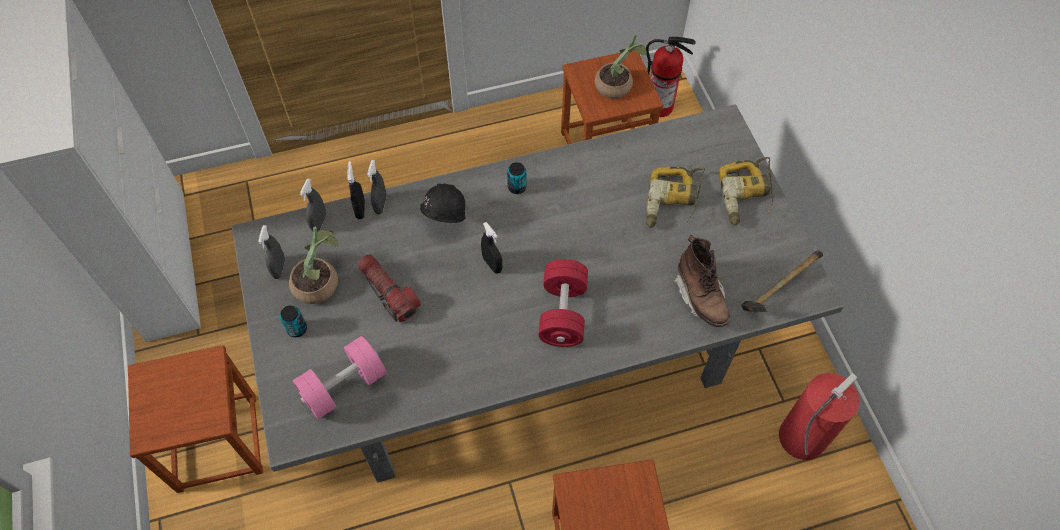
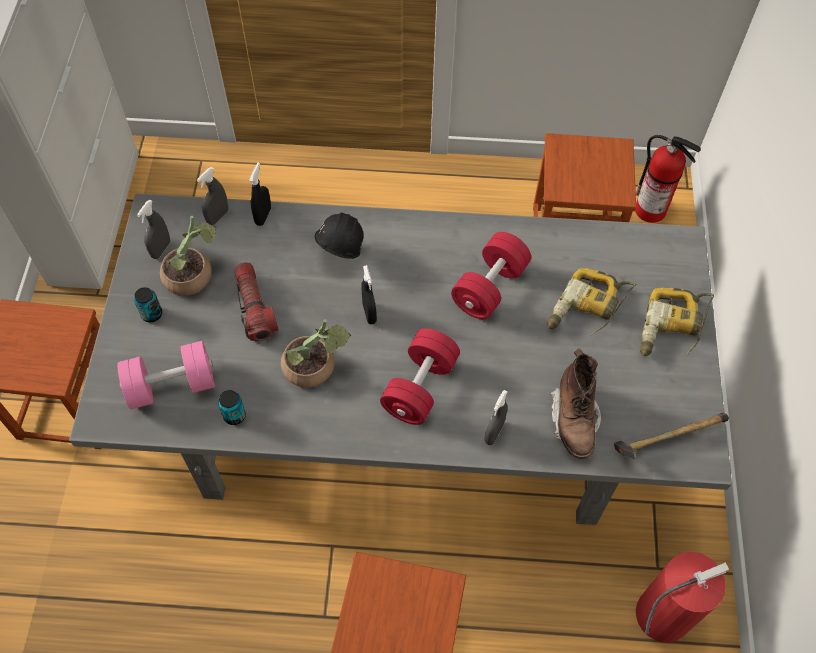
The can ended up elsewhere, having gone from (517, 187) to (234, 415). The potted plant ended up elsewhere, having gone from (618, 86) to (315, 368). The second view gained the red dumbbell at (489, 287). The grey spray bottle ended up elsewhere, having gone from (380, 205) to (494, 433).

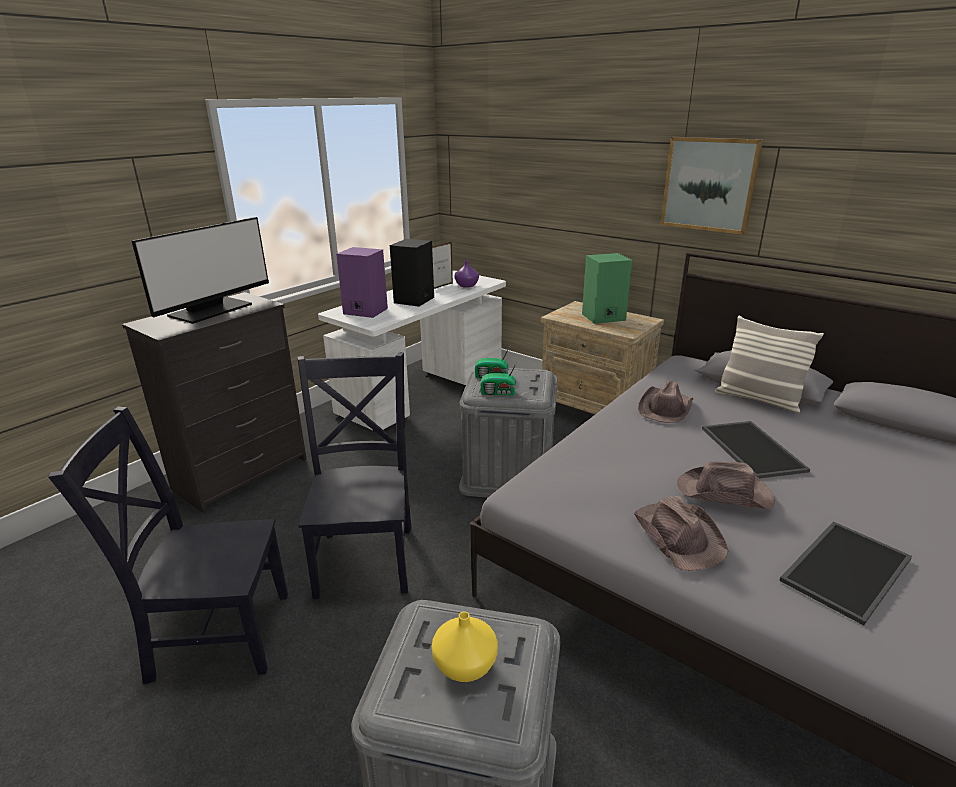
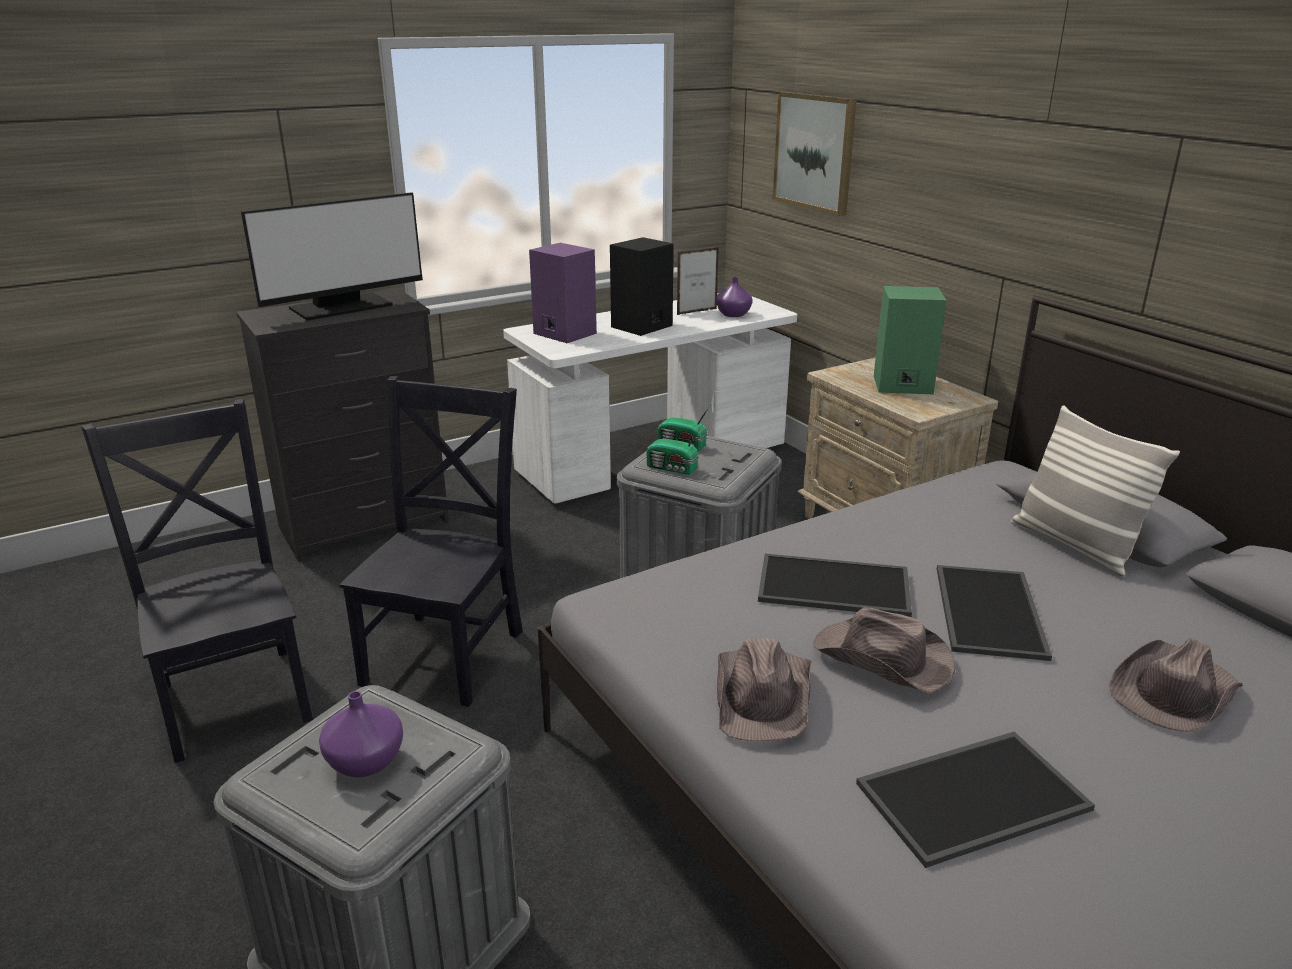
The black chair at (214, 635) ended up facing another way, 45 degrees clockwise from before. What was the yellow vase at (464, 666) turned into the purple vase at (363, 762). The second view gained the tray at (832, 587). The picture ended up elsewhere, having gone from (709, 184) to (815, 152). The brown hat ended up elsewhere, having gone from (665, 408) to (1173, 692).

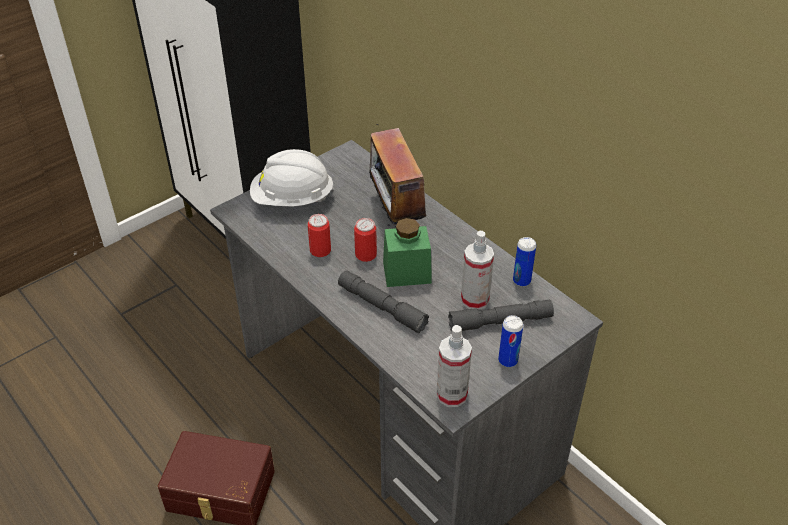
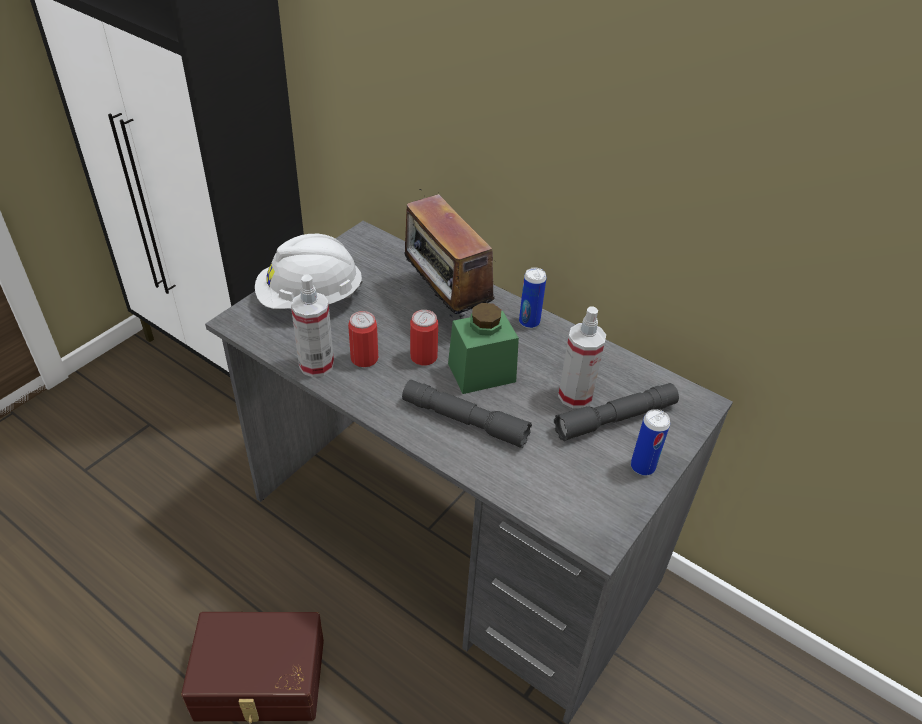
The spray bottle ended up elsewhere, having gone from (452, 395) to (316, 365). The can ended up elsewhere, having gone from (521, 281) to (529, 322).

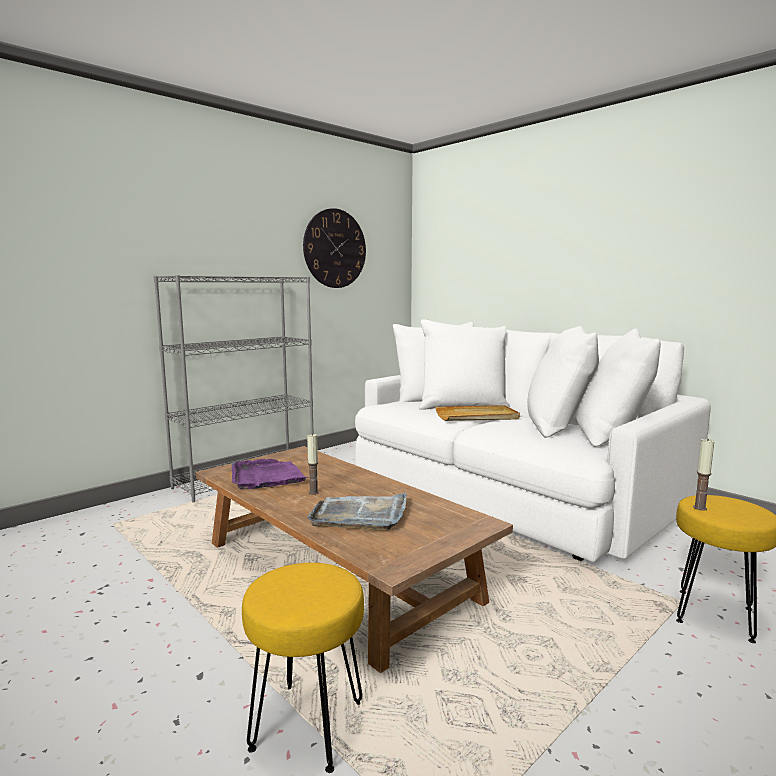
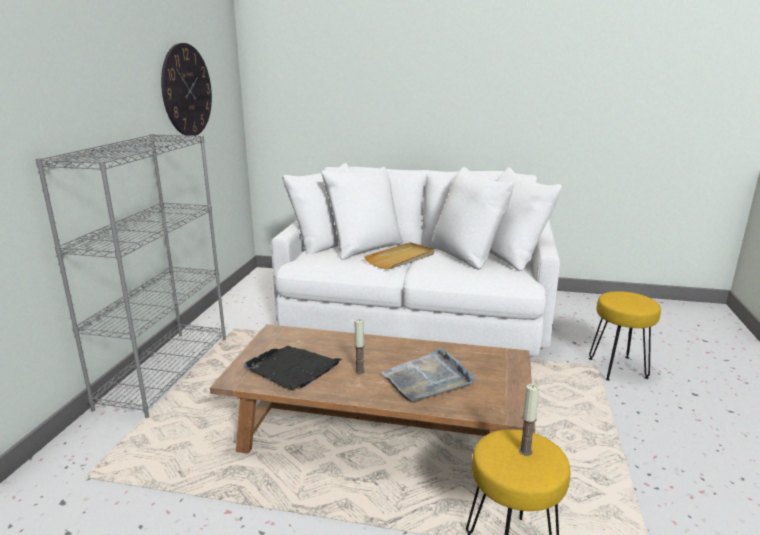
What was the purple tray at (267, 477) turned into the black tray at (292, 369). The candle ended up elsewhere, having gone from (699, 508) to (525, 451).

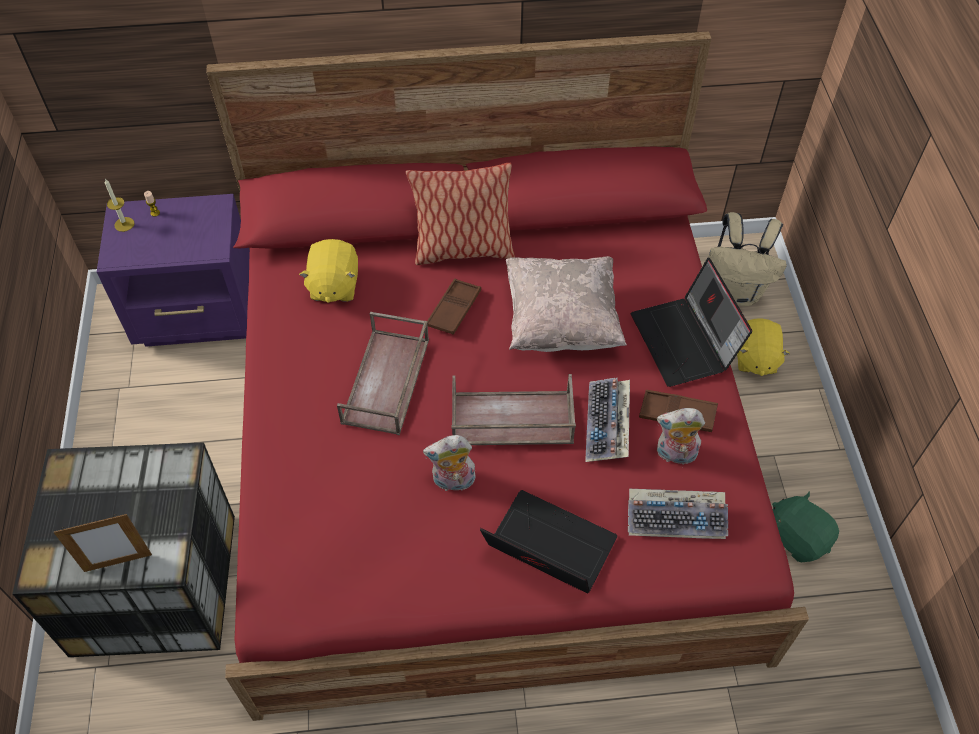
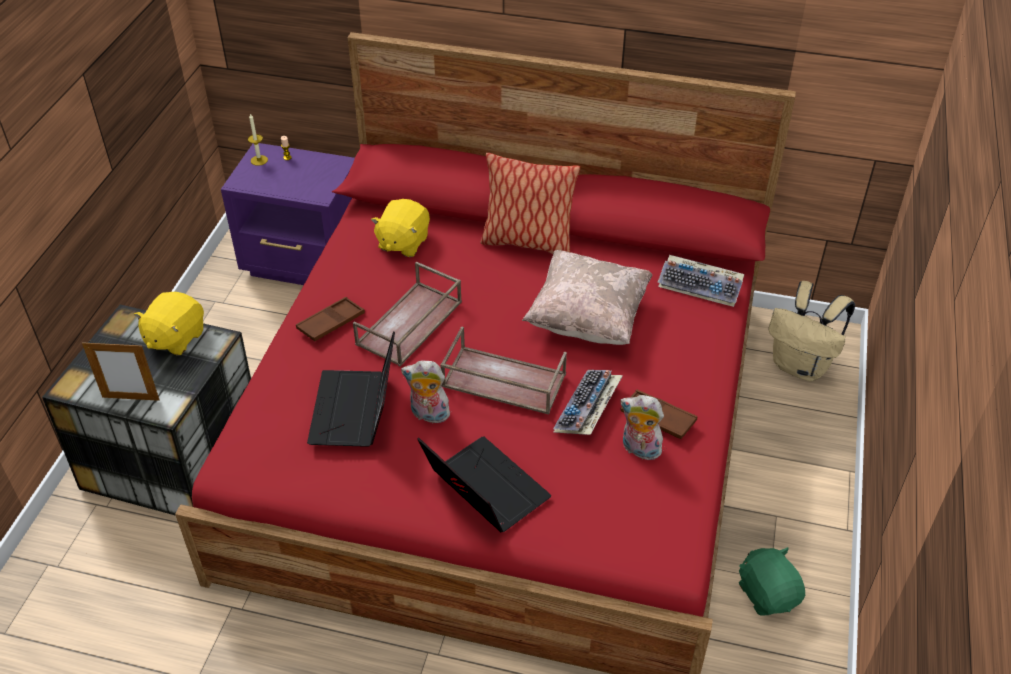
The yellow plush toy ended up elsewhere, having gone from (755, 358) to (175, 338). The brown tray ended up elsewhere, having gone from (454, 310) to (331, 323). The laptop ended up elsewhere, having gone from (685, 342) to (355, 411). The keyboard ended up elsewhere, having gone from (677, 517) to (701, 286).

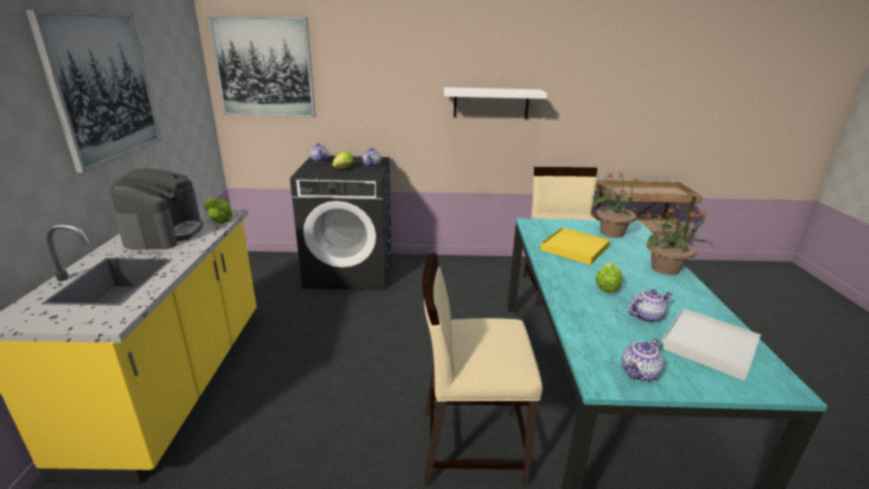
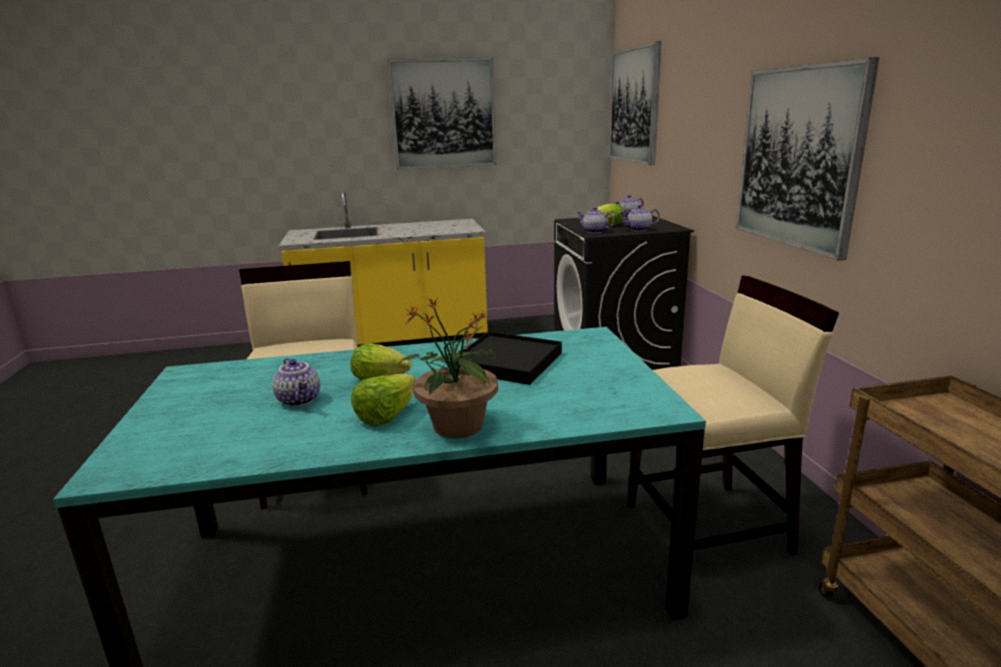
The lettuce ended up elsewhere, having gone from (217, 220) to (386, 416). What was the yellow tray at (574, 248) turned into the black tray at (507, 362). The teapot ended up elsewhere, having gone from (639, 374) to (594, 232). Where the white shelf hung at (491, 103), the picture came to hang at (798, 157). The second view lost the coffee machine at (164, 232). The second view lost the potted plant at (611, 232). The second view lost the white tray at (709, 345).

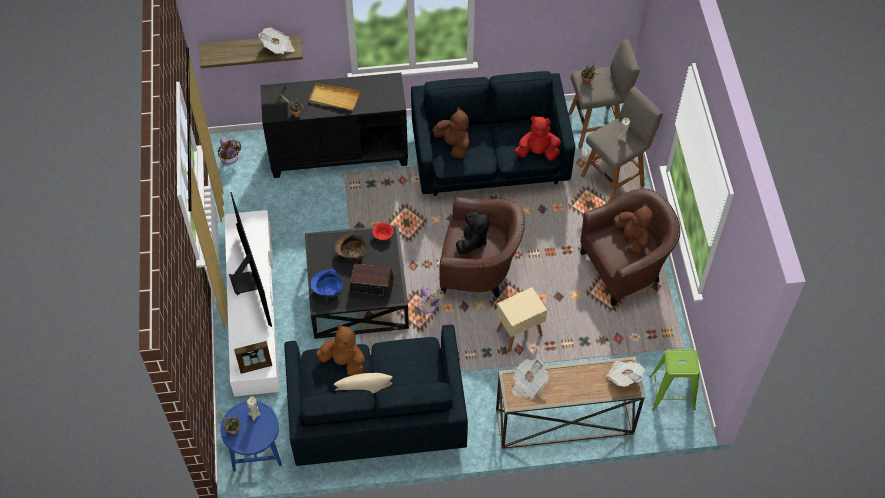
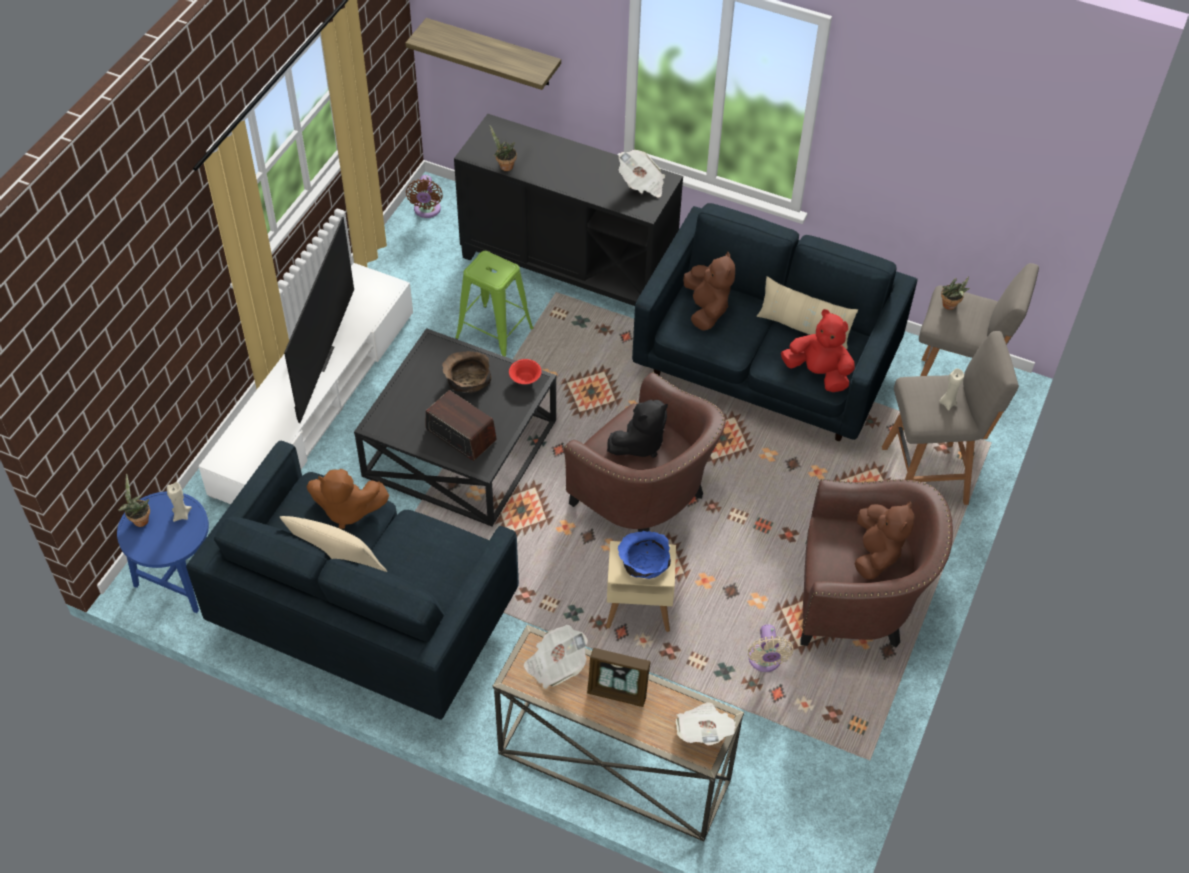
The brown plush toy at (343, 361) ended up facing another way, 135 degrees clockwise from before. The green stool ended up elsewhere, having gone from (671, 392) to (494, 333). The picture frame ended up elsewhere, having gone from (255, 365) to (617, 692). The blue bowl ended up elsewhere, having gone from (327, 289) to (643, 563). The newspaper ended up elsewhere, having gone from (278, 47) to (642, 184). The beige fan ended up elsewhere, having gone from (429, 307) to (765, 662). The second view gained the beige pillow at (803, 328). The second view lost the beige tray at (334, 98).

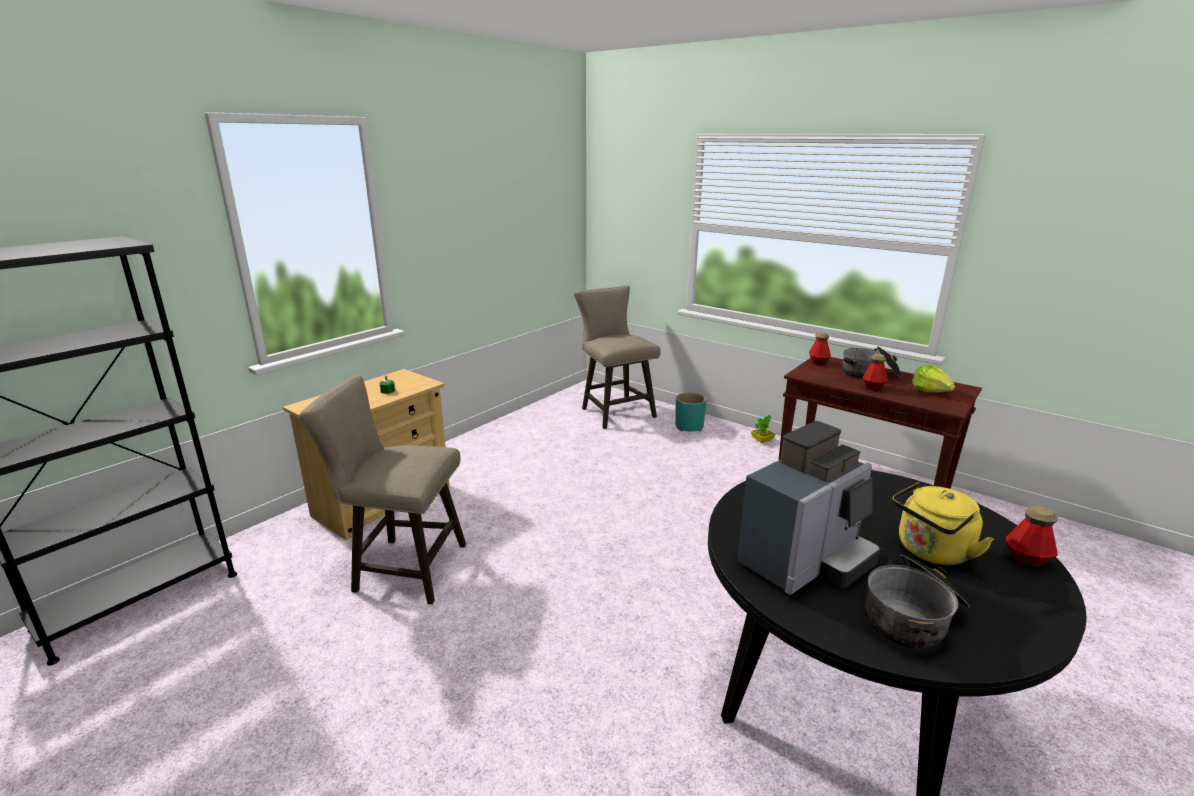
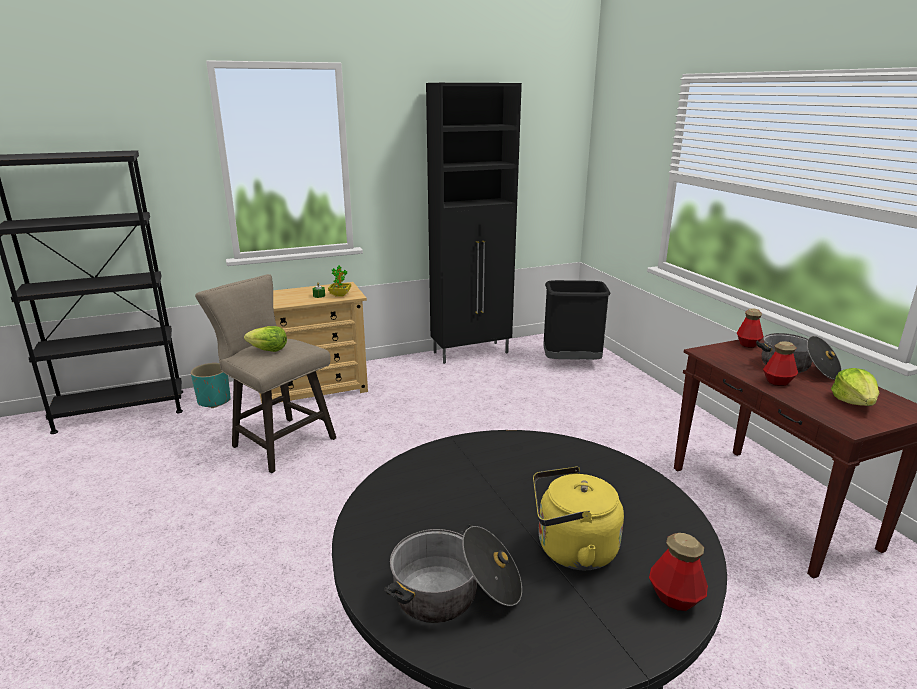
The turquoise planter ended up elsewhere, having gone from (689, 427) to (214, 401). The second view gained the lettuce at (268, 350). The potted plant ended up elsewhere, having gone from (762, 440) to (340, 295). The second view gained the black cabinet at (472, 352). Where the beige stool stood at (614, 411), the black trash can came to stand at (571, 362). The second view lost the coffee machine at (806, 561).

